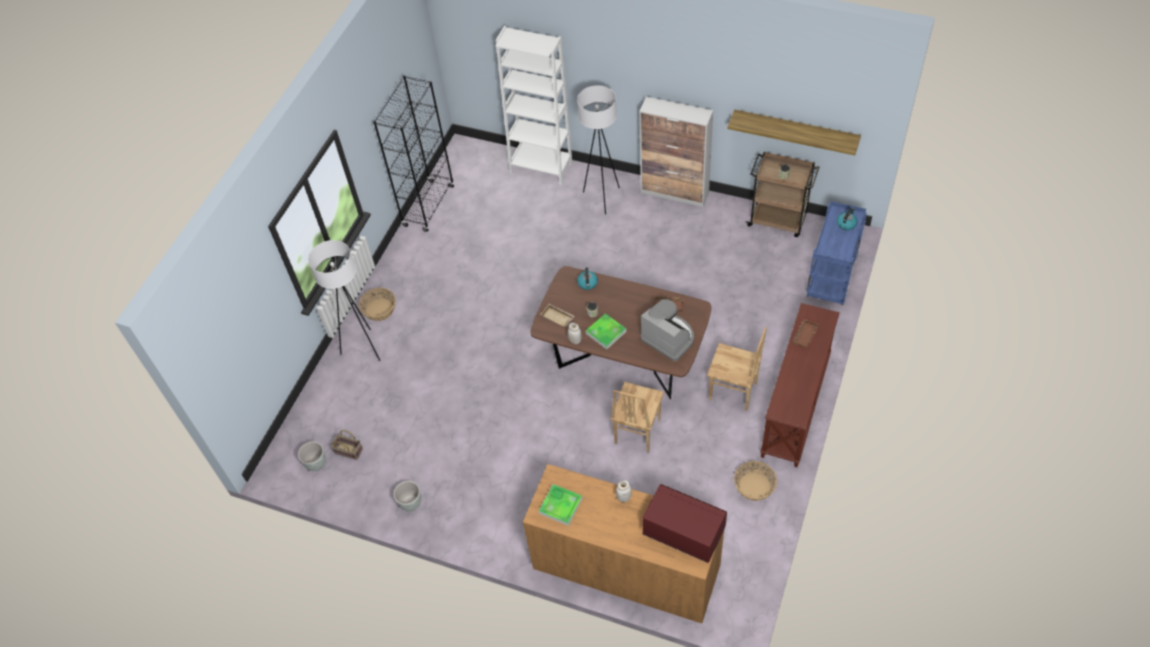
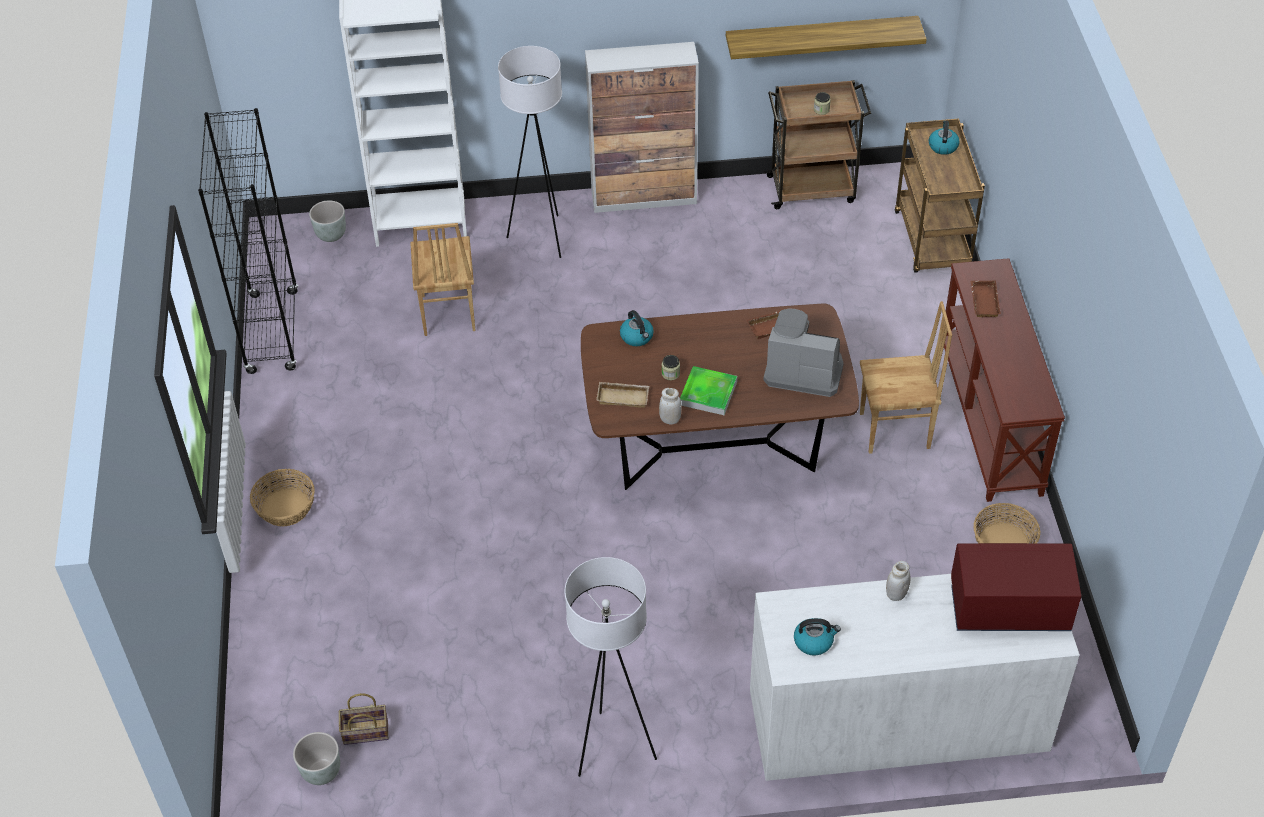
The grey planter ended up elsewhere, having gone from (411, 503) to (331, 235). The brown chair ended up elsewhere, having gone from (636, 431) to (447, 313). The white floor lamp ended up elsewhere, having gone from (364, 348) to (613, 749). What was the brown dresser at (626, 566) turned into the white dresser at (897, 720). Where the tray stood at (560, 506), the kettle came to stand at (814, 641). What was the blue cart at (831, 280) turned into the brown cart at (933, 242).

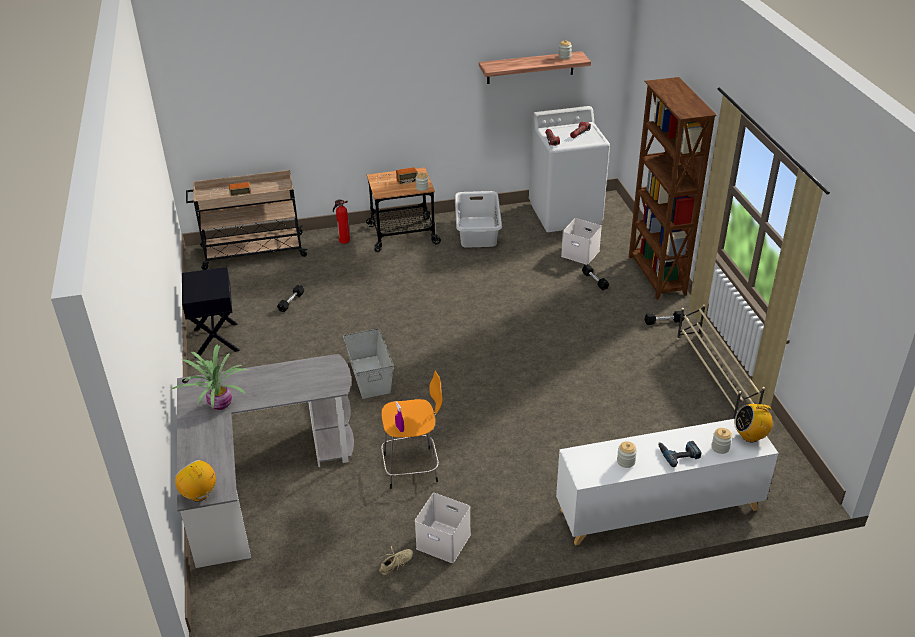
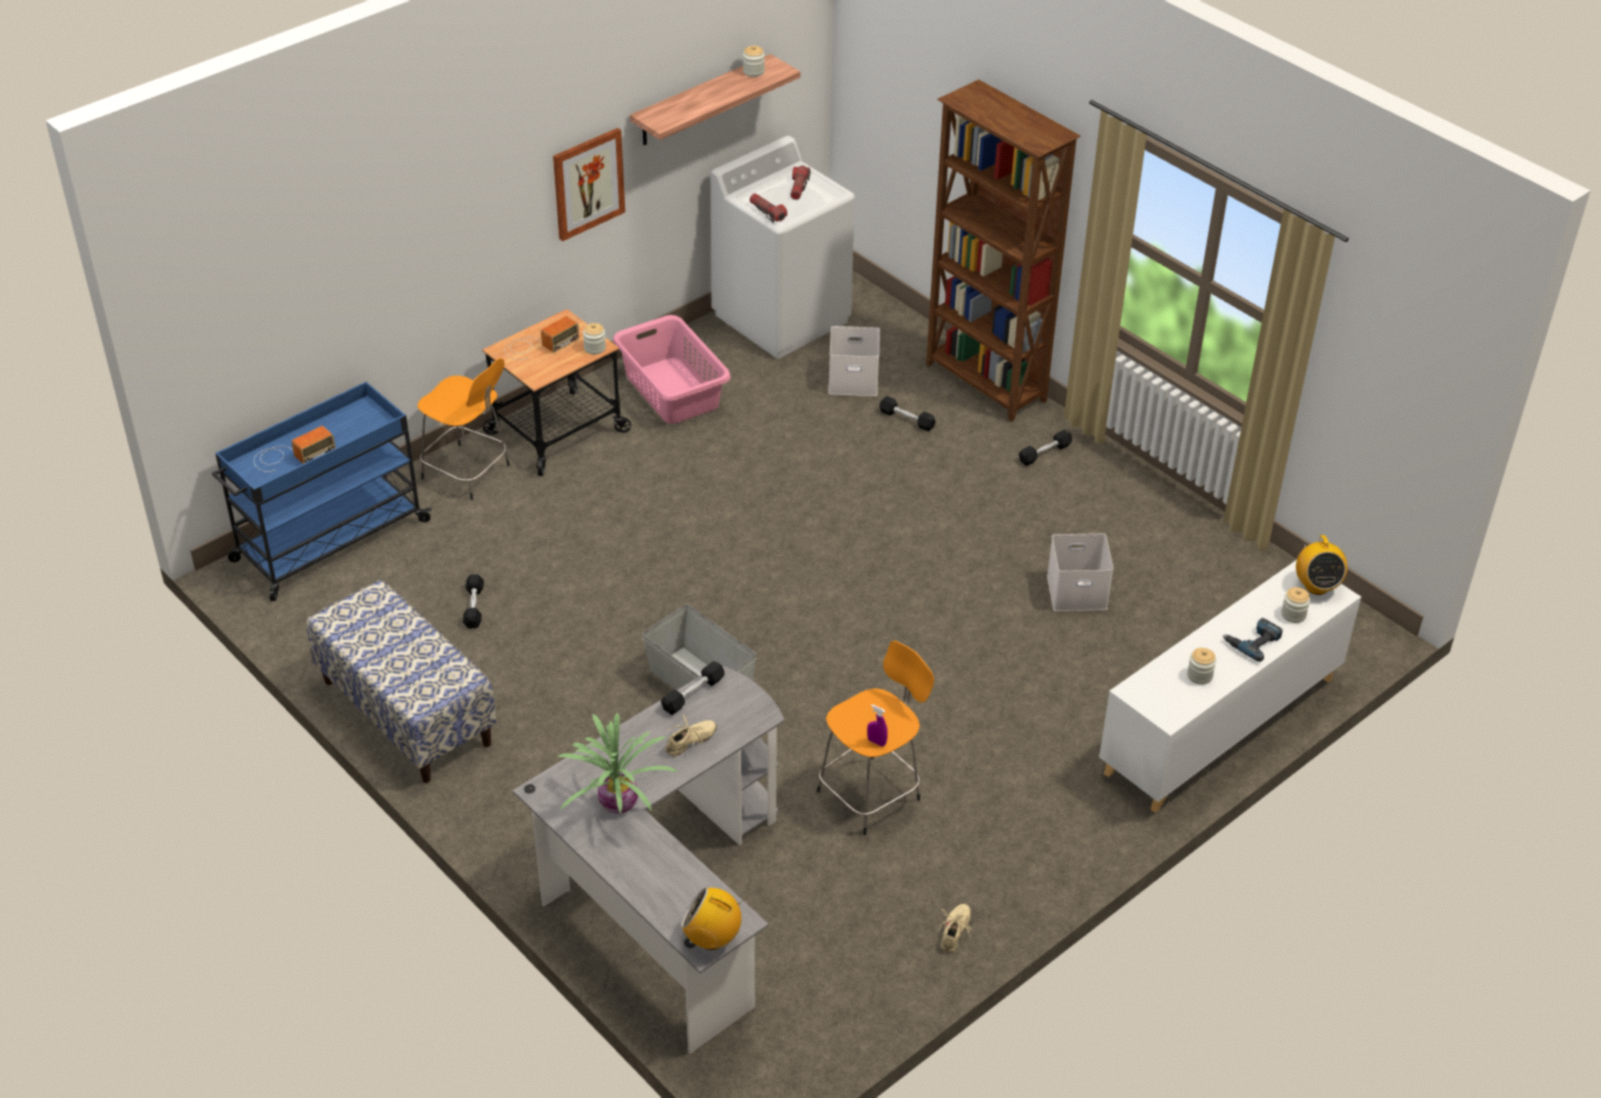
What was the beige cart at (252, 252) turned into the blue cart at (328, 542). Where the black nightstand stood at (215, 340), the bench came to stand at (406, 713). Where the fire extinguisher stood at (343, 241), the orange stool came to stand at (468, 473). The second view gained the picture at (588, 183). What was the grey laundry basket at (478, 232) turned into the pink laundry basket at (672, 390). The second view gained the black dumbbell at (693, 694). The second view gained the beige shoe at (691, 742). The white storage box ended up elsewhere, having gone from (442, 541) to (1075, 593). The radio at (750, 436) ended up facing another way, 60 degrees counterclockwise from before. The second view lost the beige shoe rack at (715, 377).

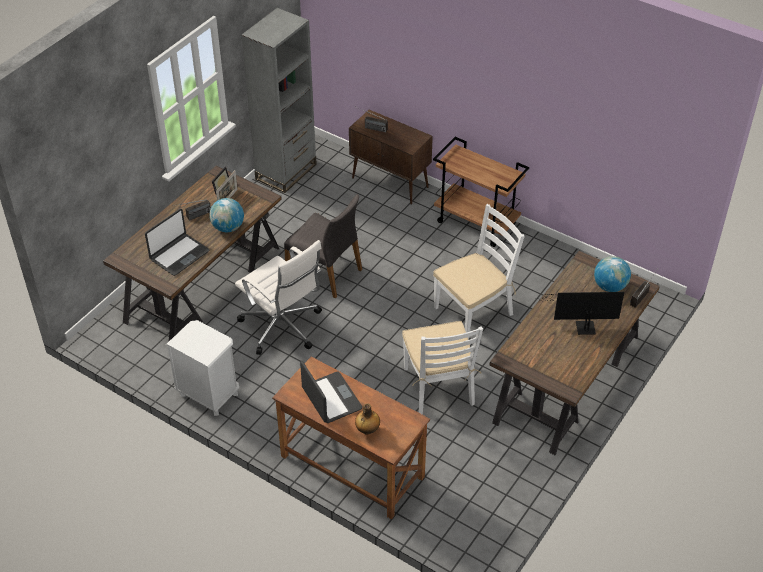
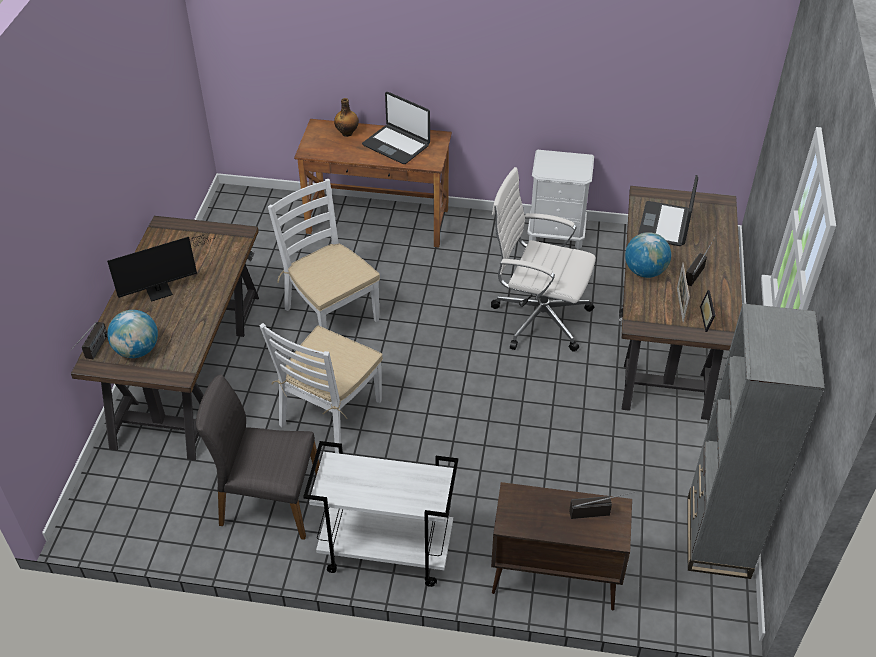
The grey chair ended up elsewhere, having gone from (325, 272) to (269, 501). What was the brown cart at (477, 223) turned into the white cart at (385, 552).

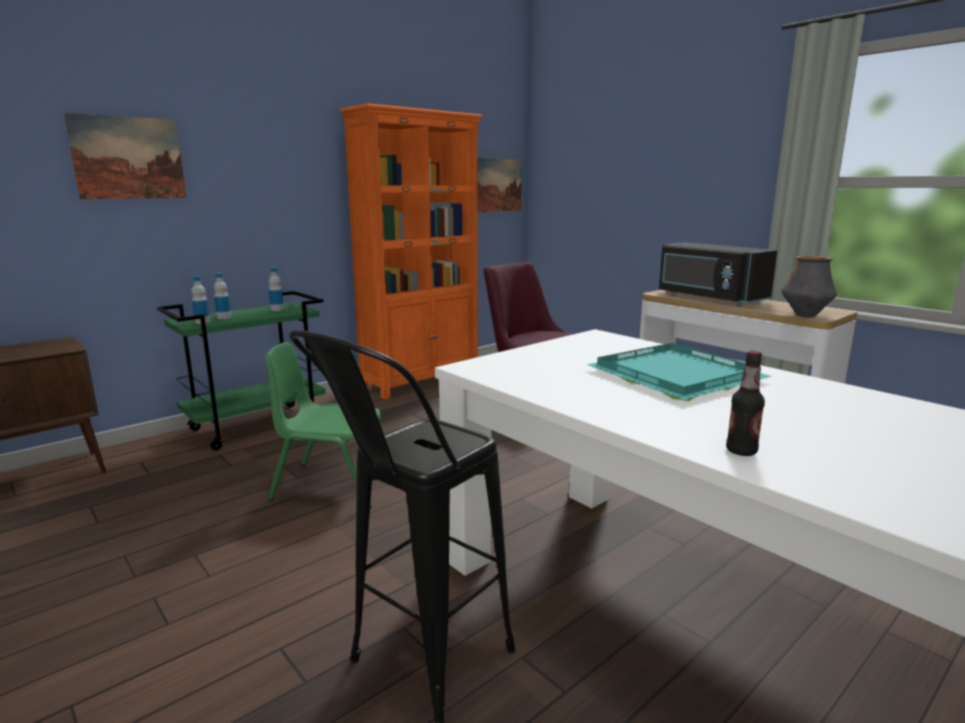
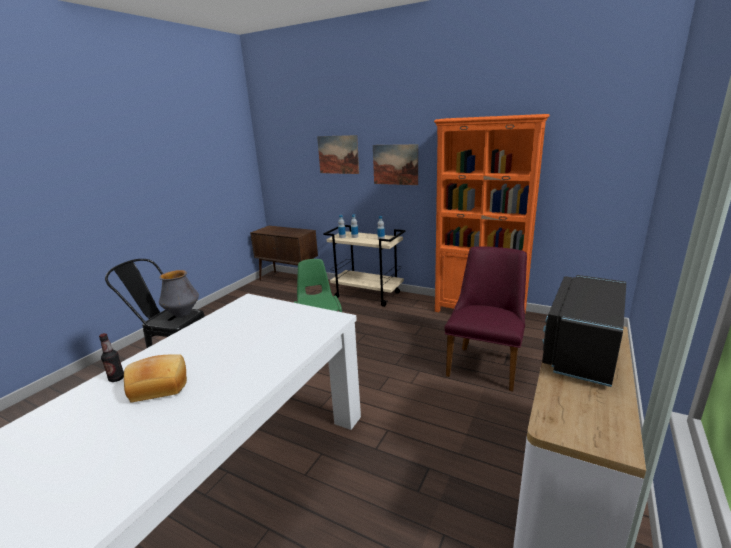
The second view gained the bread at (159, 386). The vase ended up elsewhere, having gone from (805, 315) to (182, 314). What was the green cart at (257, 425) turned into the beige cart at (368, 295). The picture ended up elsewhere, having gone from (497, 185) to (395, 164). The second view lost the turquoise tray at (676, 377).

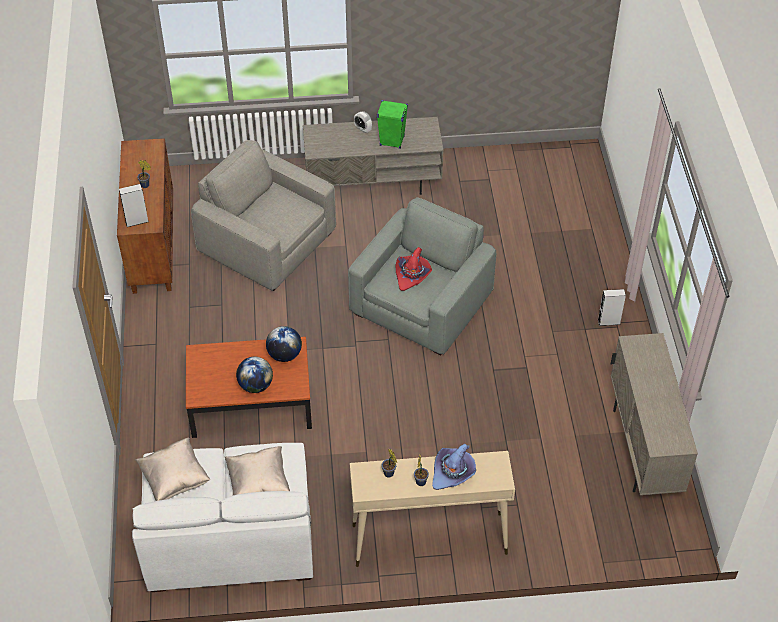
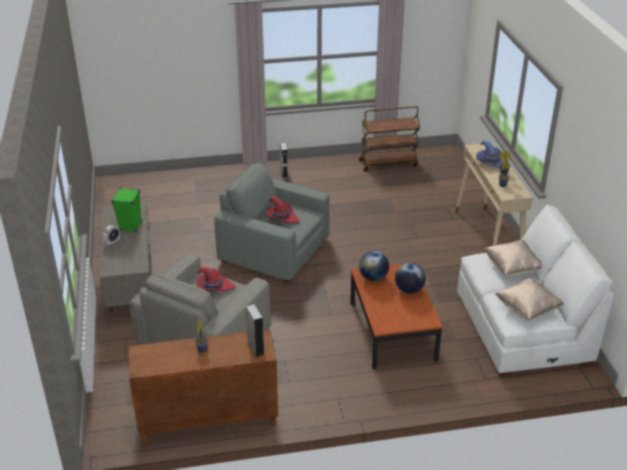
The second view gained the red hat at (214, 287). Where the beige cabinet stood at (643, 449), the brown cart came to stand at (388, 163).

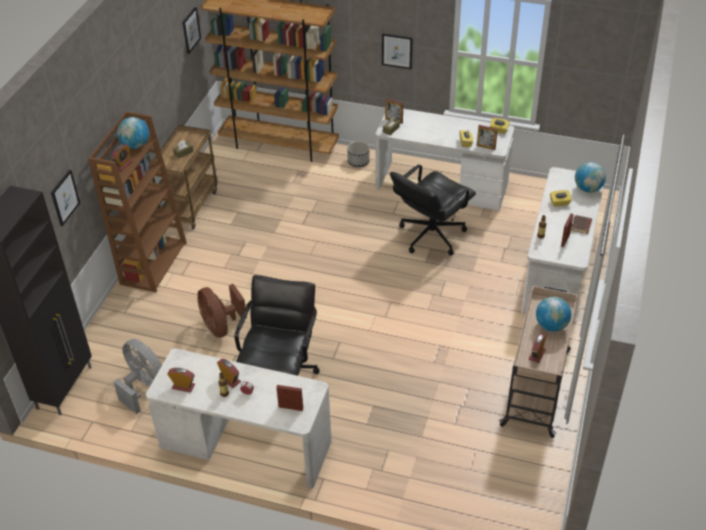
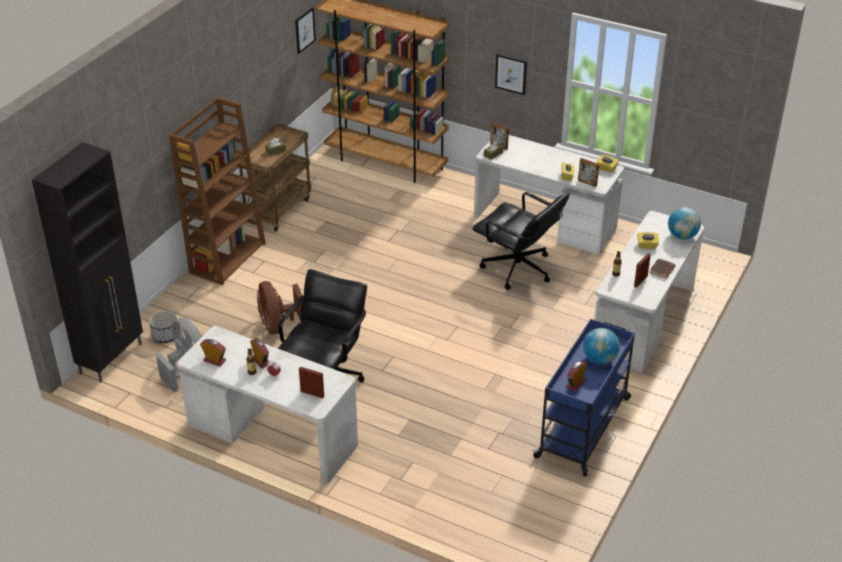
The planter ended up elsewhere, having gone from (358, 161) to (165, 336). The black office chair at (430, 235) ended up facing another way, 105 degrees counterclockwise from before. What was the beige cart at (536, 386) turned into the blue cart at (584, 426). The second view lost the picture at (65, 197). The second view lost the alarm clock at (123, 165). The second view lost the globe at (135, 145).

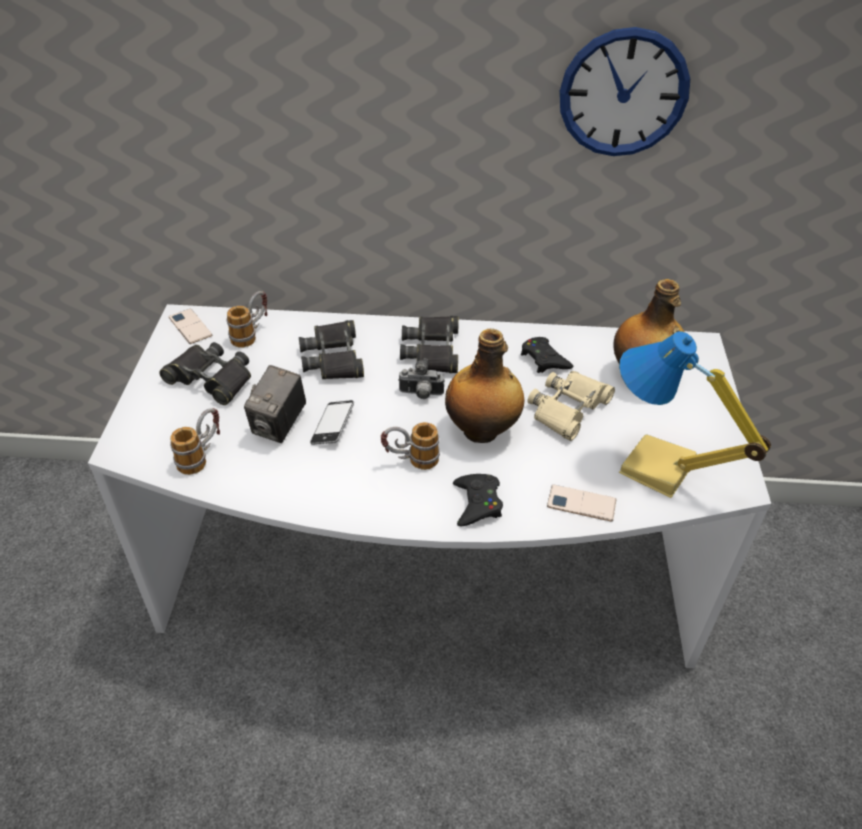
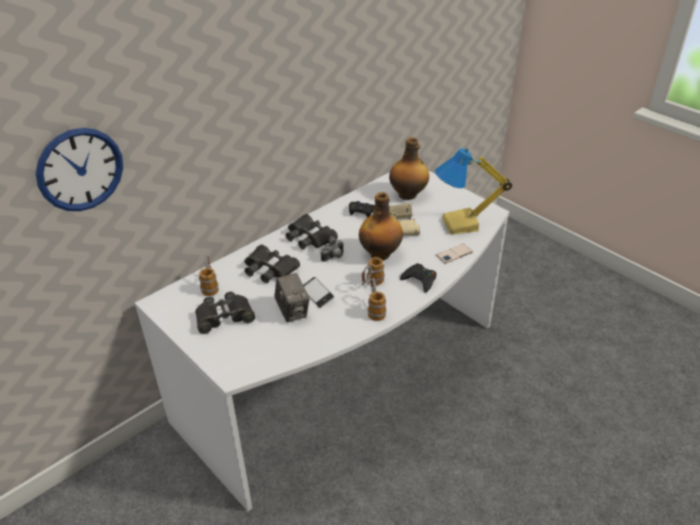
The wall clock ended up elsewhere, having gone from (623, 93) to (80, 170). The mug ended up elsewhere, having gone from (202, 456) to (375, 309). The second view lost the phone at (190, 326).

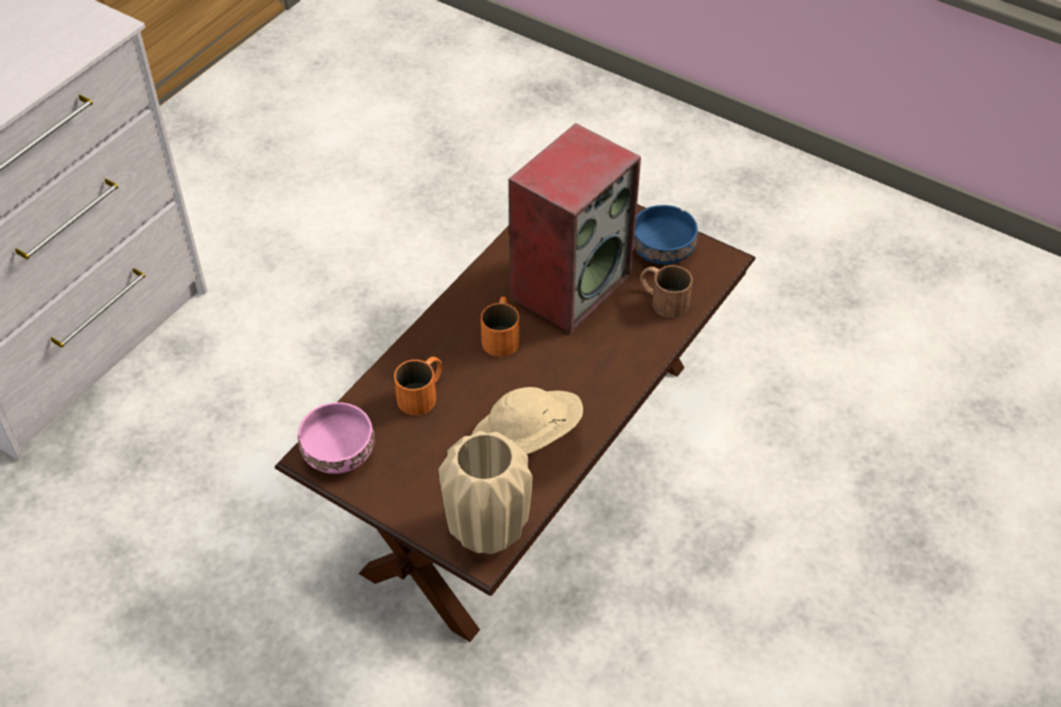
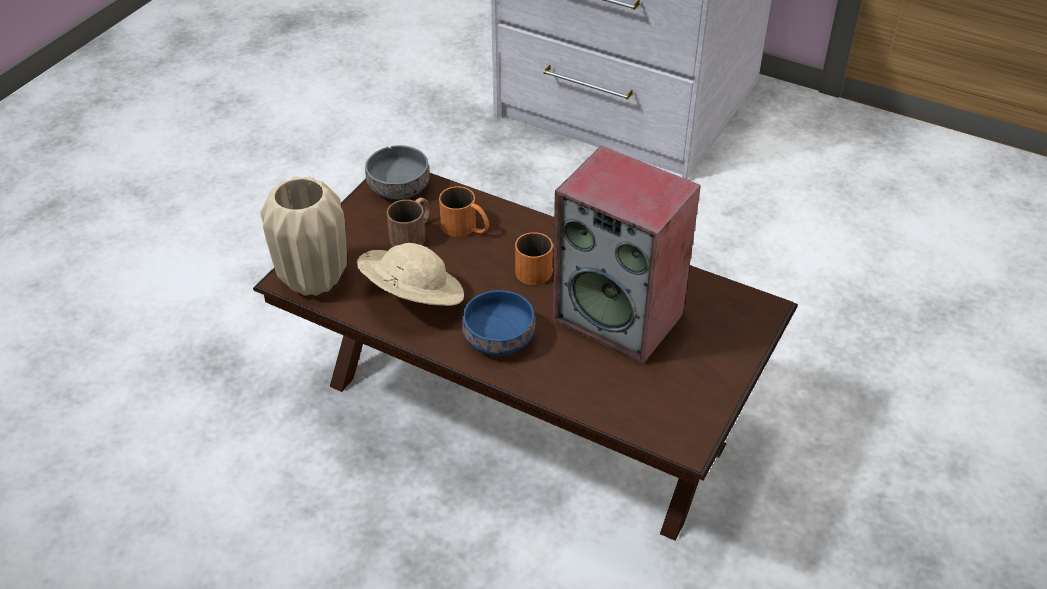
What was the pink bowl at (340, 452) turned into the grey bowl at (398, 188). The brown mug ended up elsewhere, having gone from (662, 299) to (413, 233). The blue bowl ended up elsewhere, having gone from (661, 249) to (498, 336).

